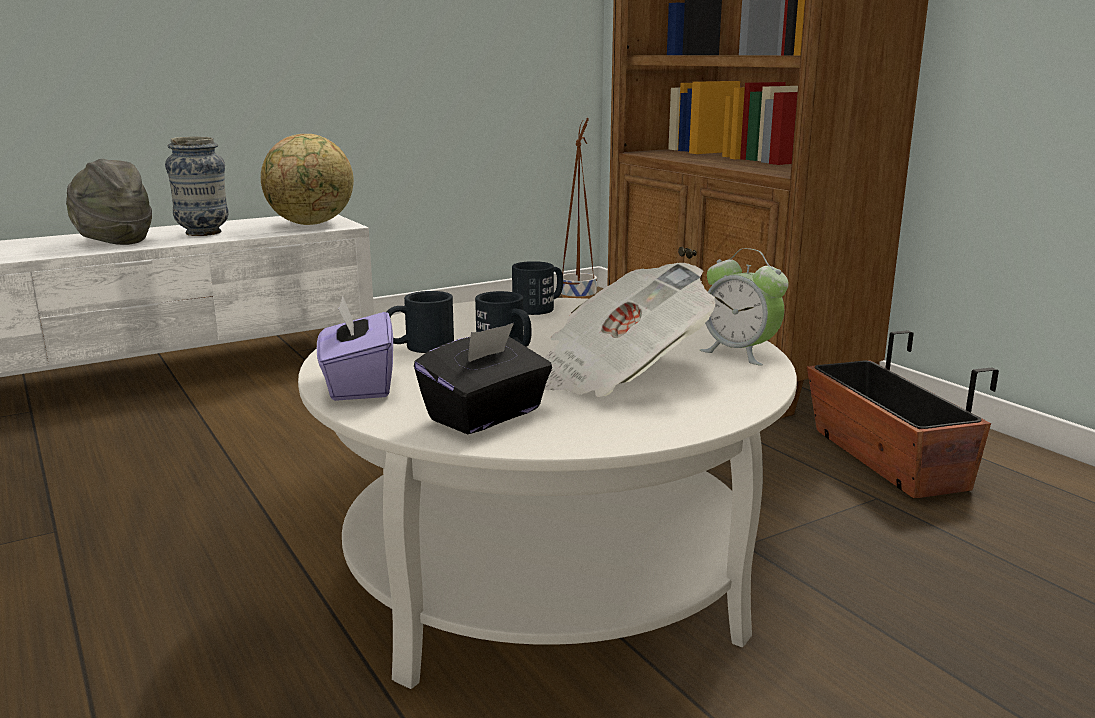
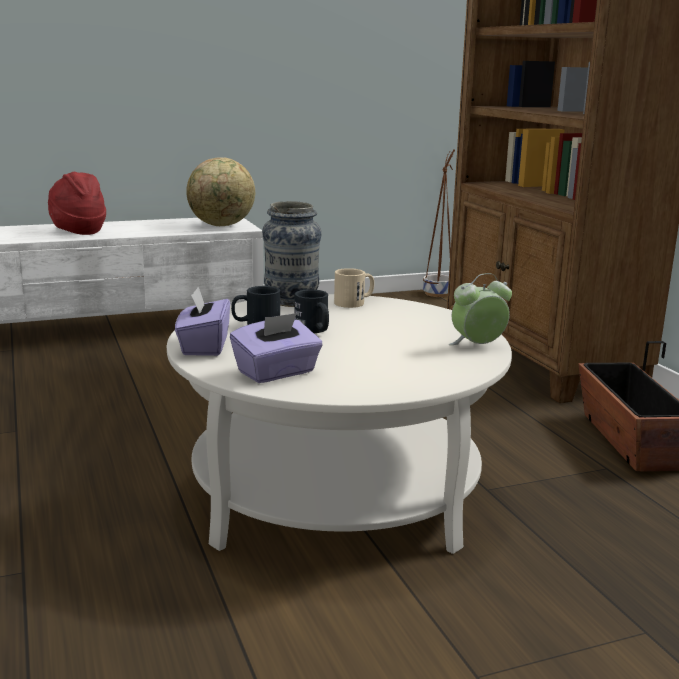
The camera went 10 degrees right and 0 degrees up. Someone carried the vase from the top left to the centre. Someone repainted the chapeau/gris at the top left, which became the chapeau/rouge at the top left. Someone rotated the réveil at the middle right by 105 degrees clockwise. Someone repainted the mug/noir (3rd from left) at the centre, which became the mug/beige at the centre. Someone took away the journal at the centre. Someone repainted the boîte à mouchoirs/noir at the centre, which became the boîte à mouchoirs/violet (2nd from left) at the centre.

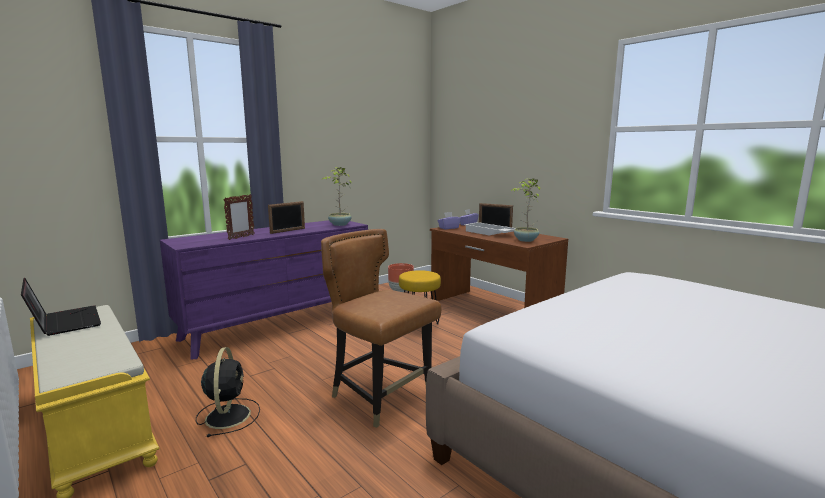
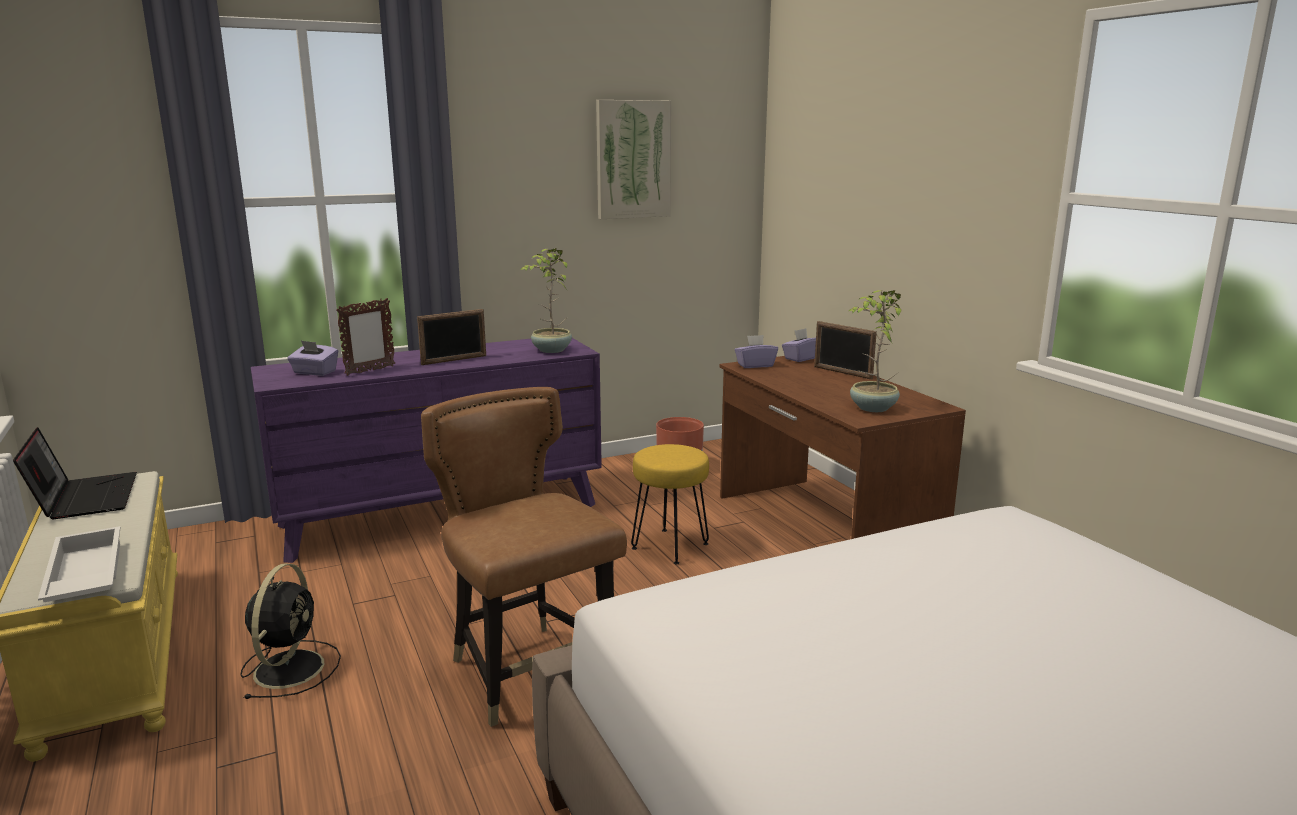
The camera went 15 degrees right and 5 degrees up. Someone carried the plateau/blanc from the centre to the bottom left. Someone put up the tableau at the top centre. Someone put down the boîte à mouchoirs/violet (1st from left) at the middle left.

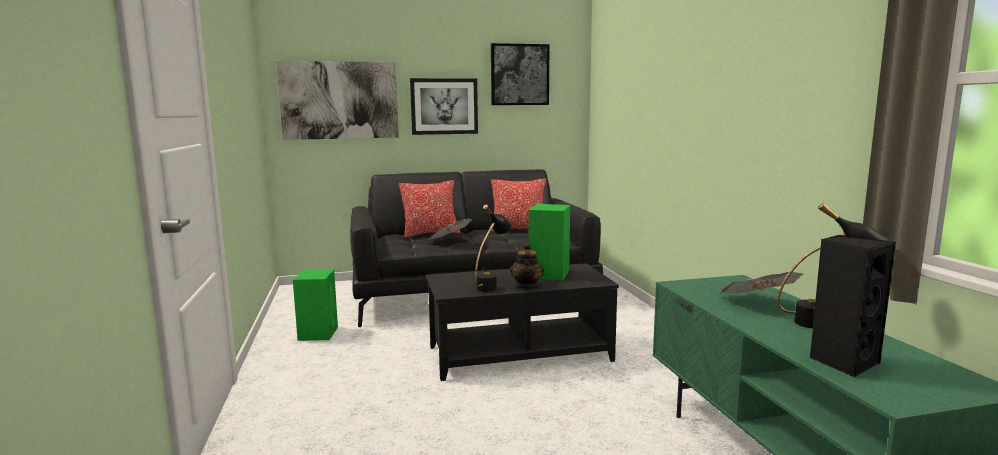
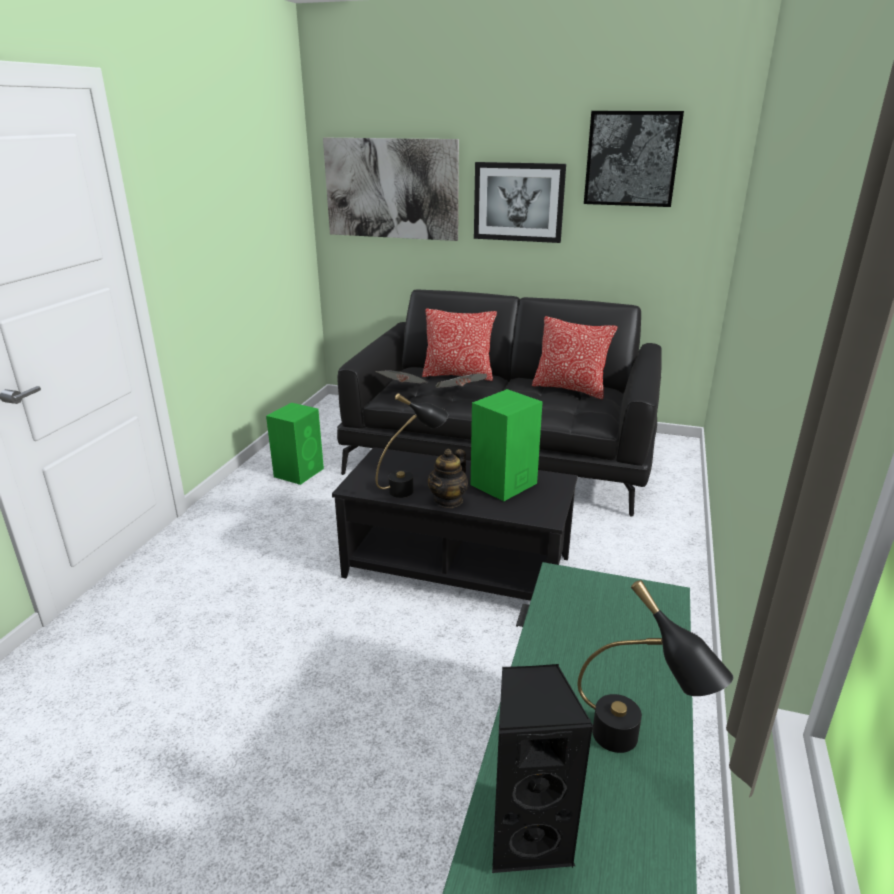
The camera went 30 degrees right and 15 degrees up. Someone carried the journal (2nd from left in the first image) from the middle right to the centre.

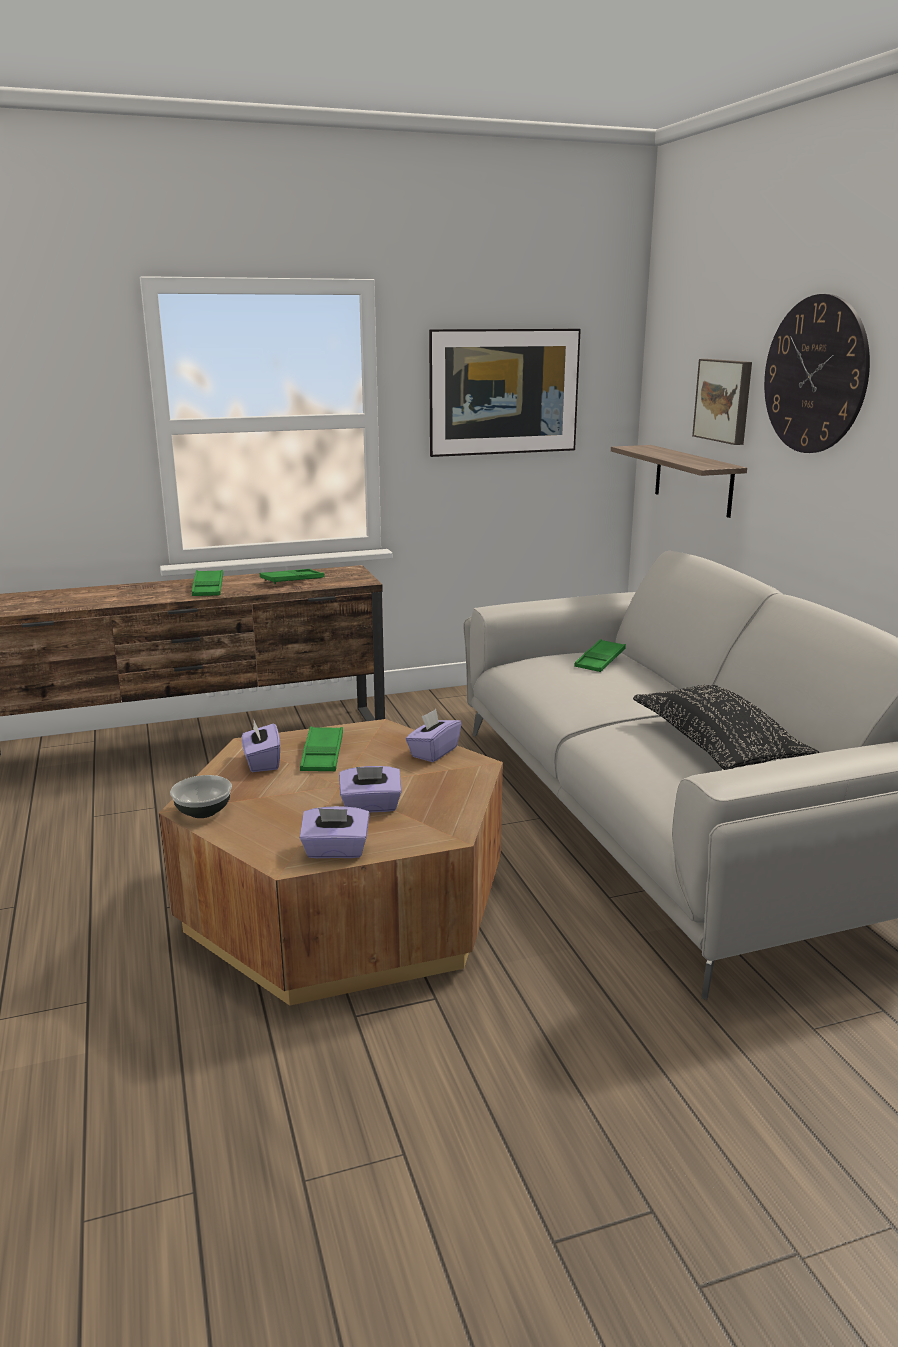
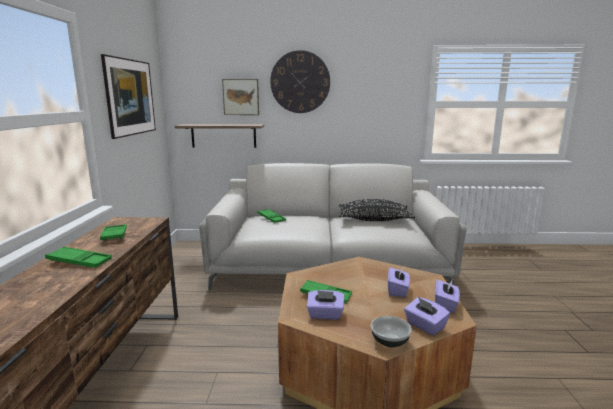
The camera went 70 degrees left and 5 degrees down. Someone carried the boîte à mouchoirs/violet (4th from left in the first image) from the centre to the bottom right.

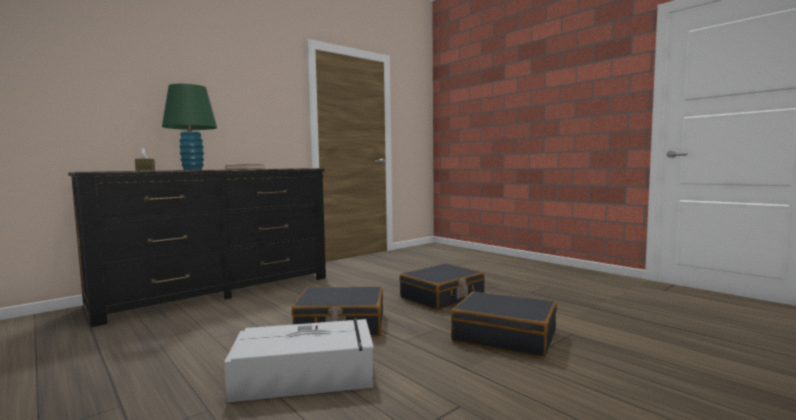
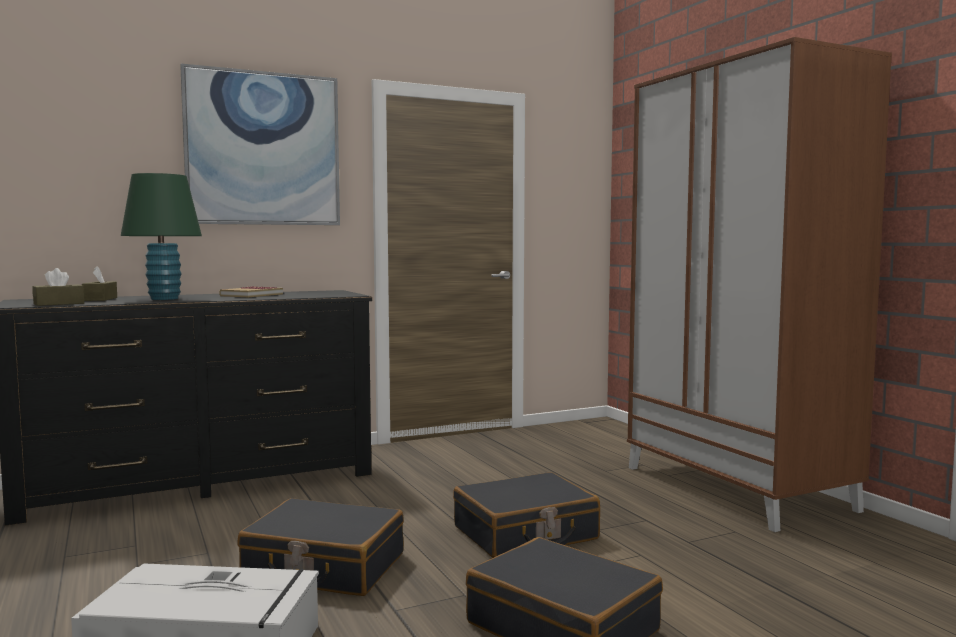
The camera went 15 degrees right and 0 degrees up. Someone put down the armoire/marron at the middle right. Someone put up the tableau at the top left. Someone put down the boîte à mouchoirs/marron (1st from left) at the middle left.

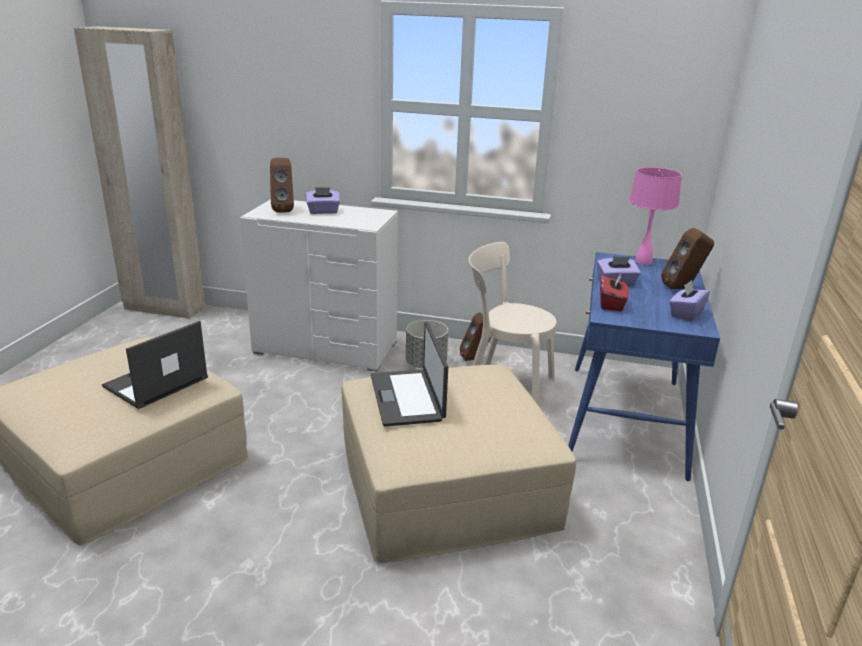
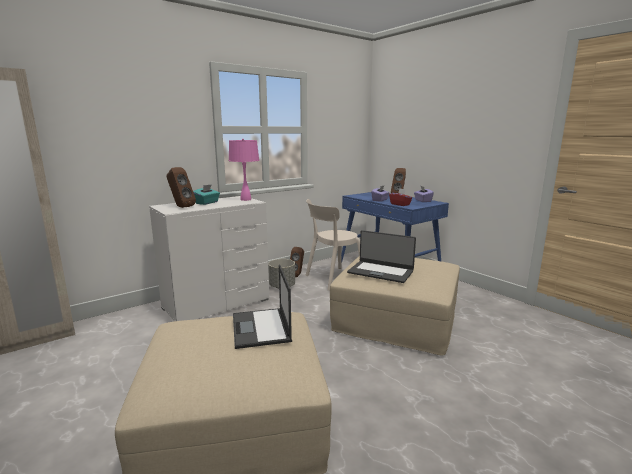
The camera went 50 degrees left and 10 degrees down. Someone carried the lampe de table/rose from the middle right to the centre. Someone repainted the boîte à mouchoirs/violet (1st from left) at the top centre, which became the boîte à mouchoirs/turquoise at the middle left.

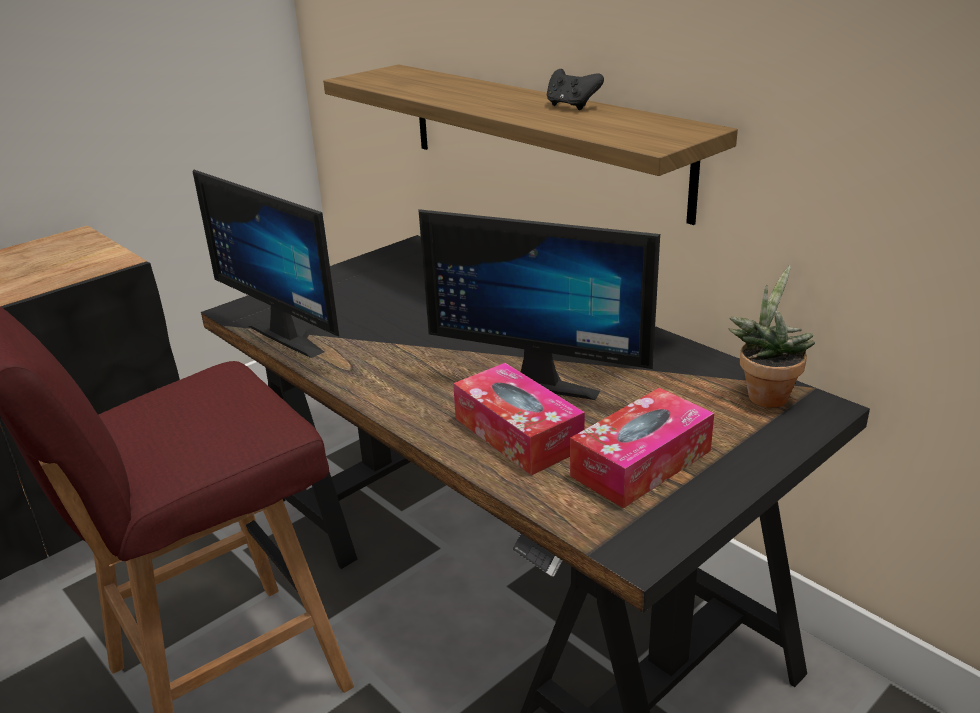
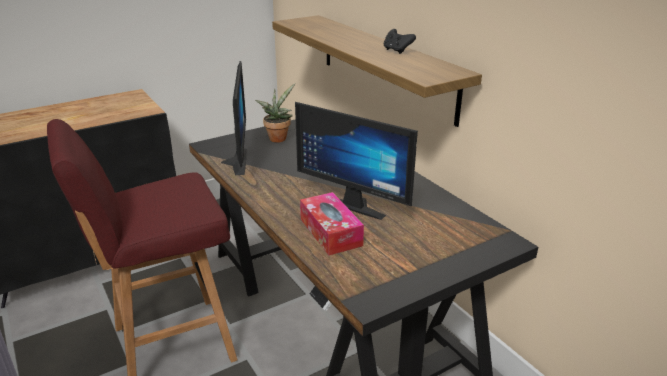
The camera went 10 degrees right and 0 degrees up. Someone rotated the écran d'ordinateur (1st from left) at the middle left by 150 degrees counterclockwise. Someone carried the plante en pot from the middle right to the top centre. Someone took away the boîte à mouchoirs (2nd from left) at the centre.

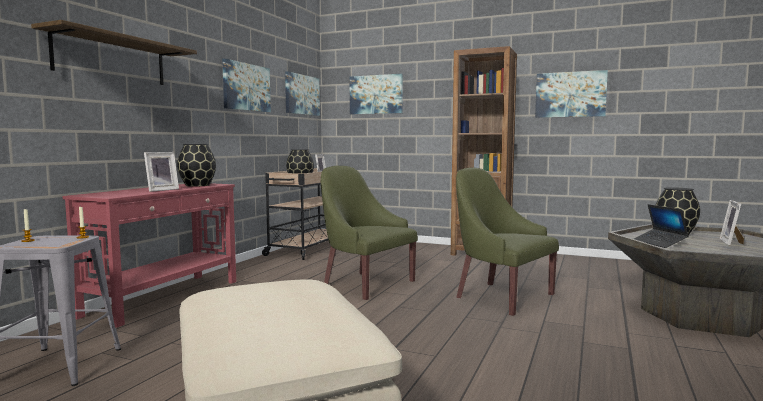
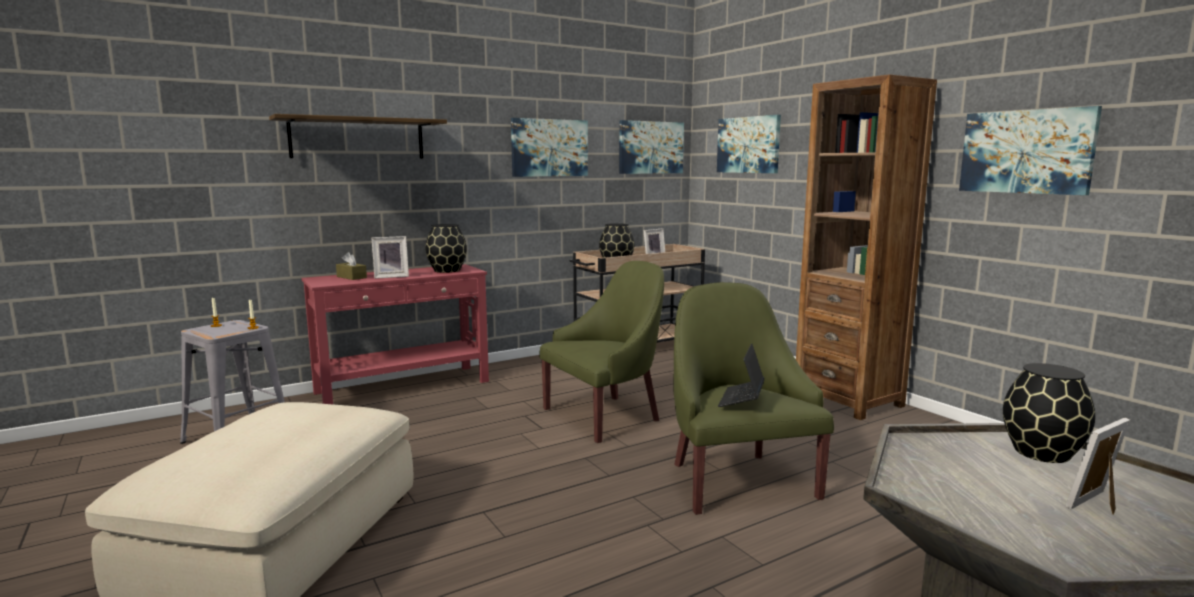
The camera went 35 degrees right and 5 degrees up. Someone rotated the fauteuil/vert (1st from left) at the centre by 75 degrees clockwise. Someone carried the ordinateur portable from the middle right to the centre. Someone put down the boîte à mouchoirs/marron at the middle left.

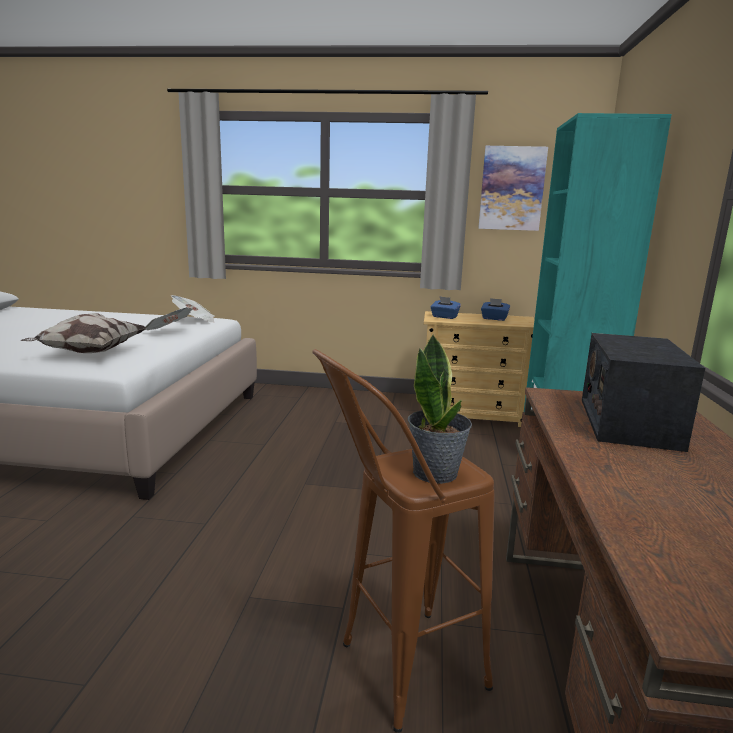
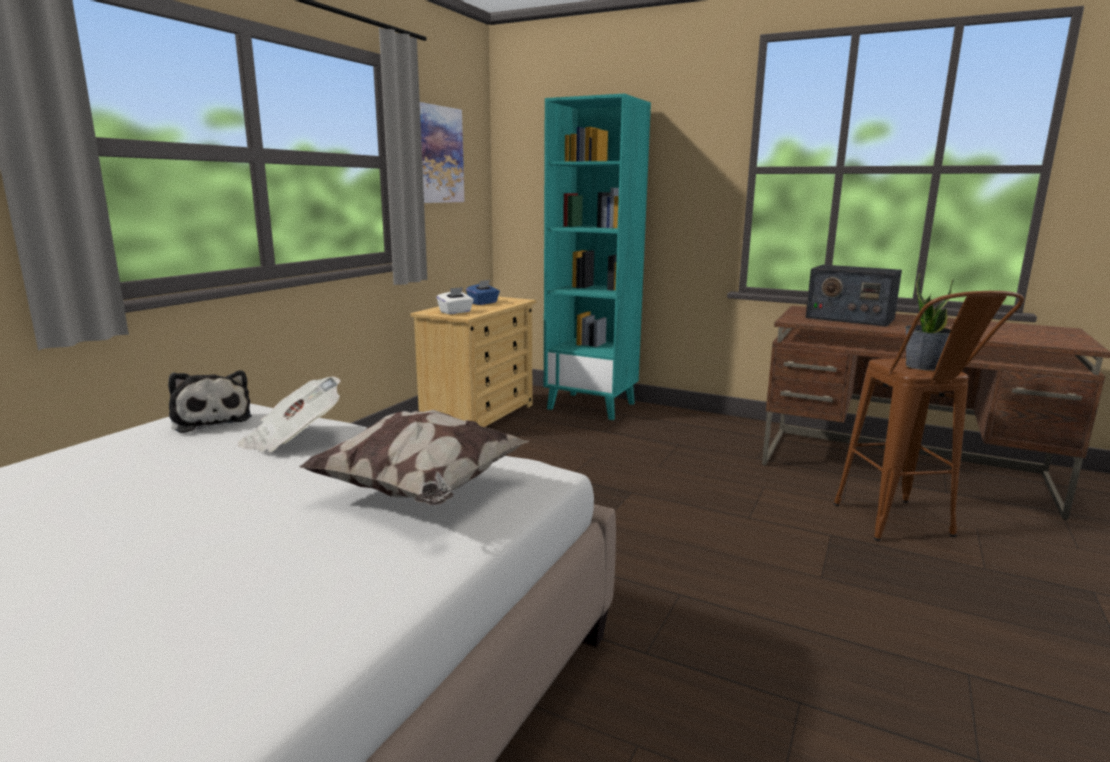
The camera went 70 degrees left and 0 degrees up. Someone swapped the journal (2nd from left) at the middle left for the peluche at the middle left. Someone repainted the boîte à mouchoirs/bleu (1st from left) at the centre, which became the boîte à mouchoirs/blanc at the centre.

